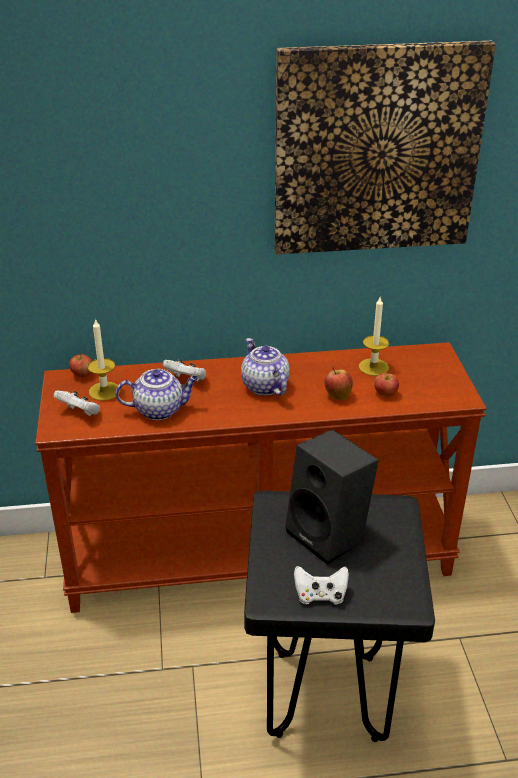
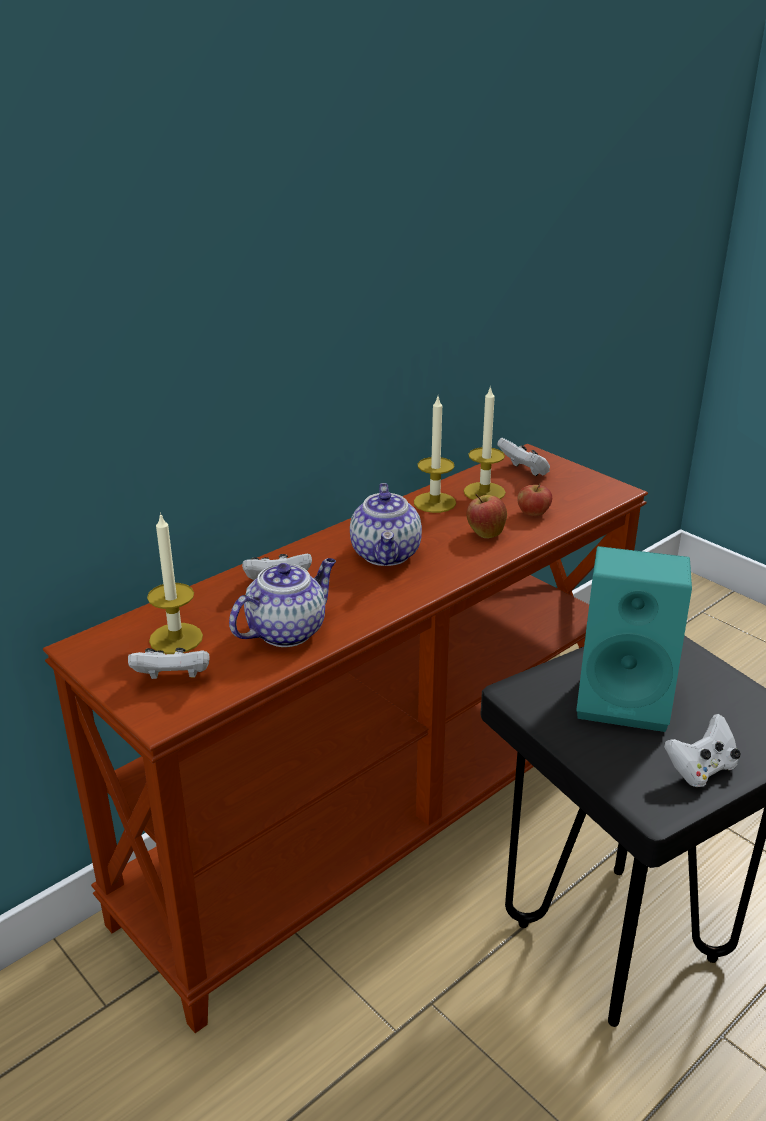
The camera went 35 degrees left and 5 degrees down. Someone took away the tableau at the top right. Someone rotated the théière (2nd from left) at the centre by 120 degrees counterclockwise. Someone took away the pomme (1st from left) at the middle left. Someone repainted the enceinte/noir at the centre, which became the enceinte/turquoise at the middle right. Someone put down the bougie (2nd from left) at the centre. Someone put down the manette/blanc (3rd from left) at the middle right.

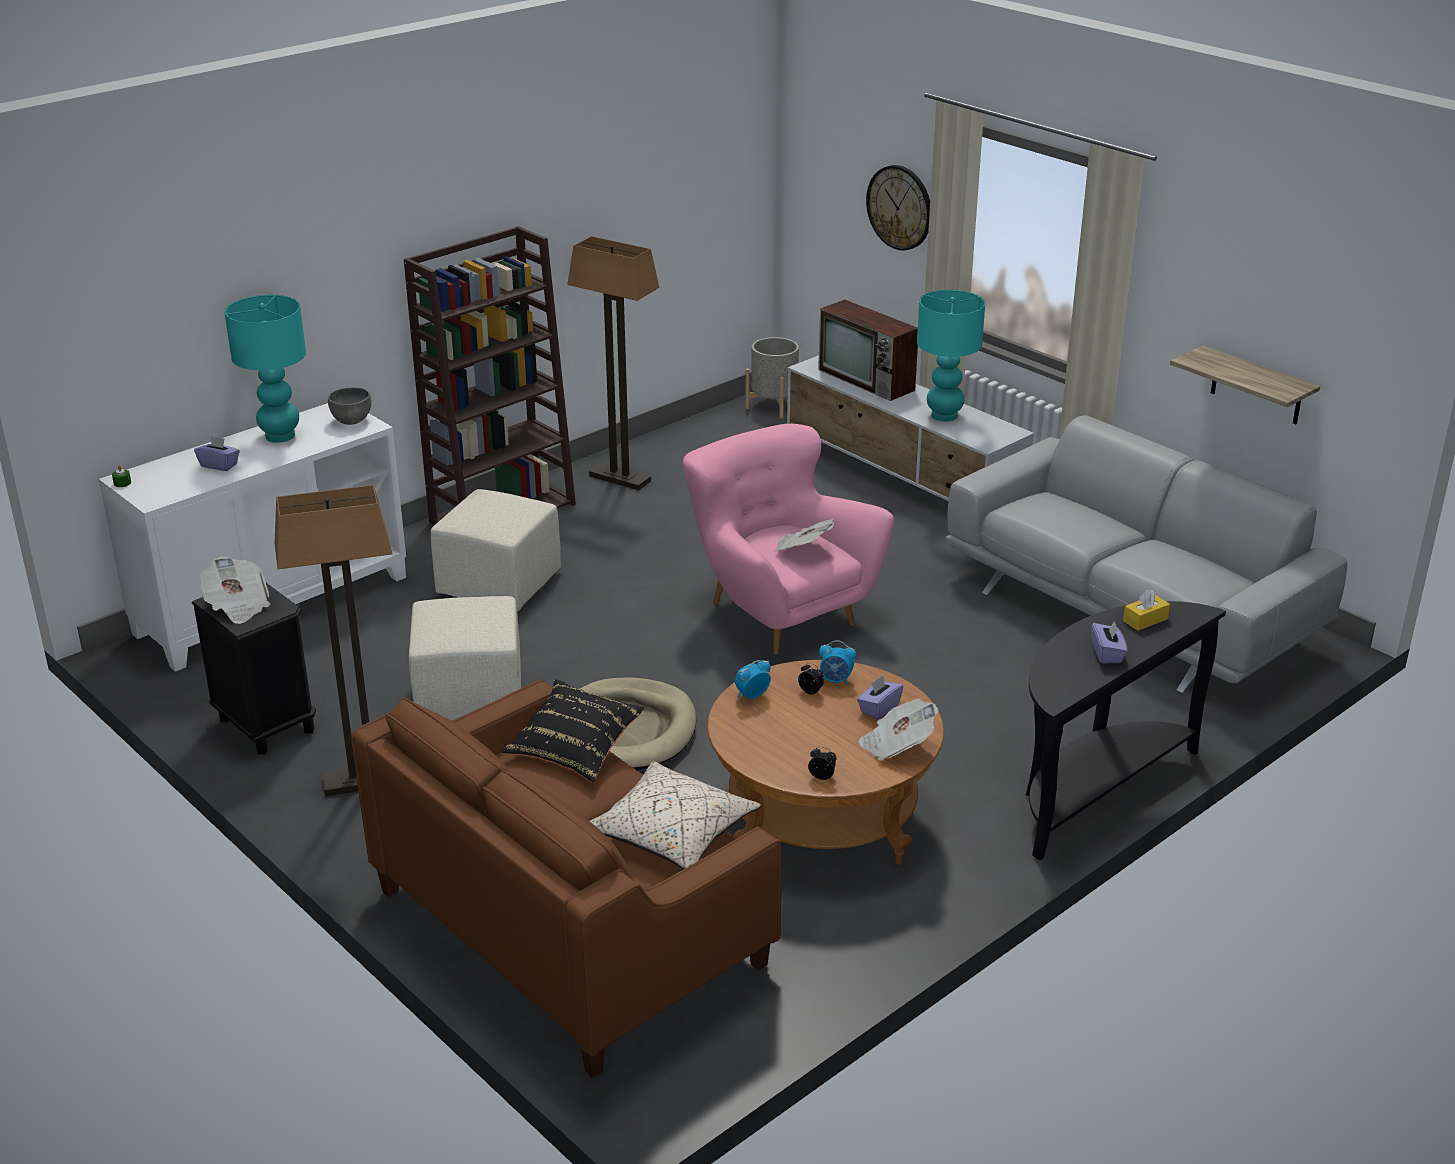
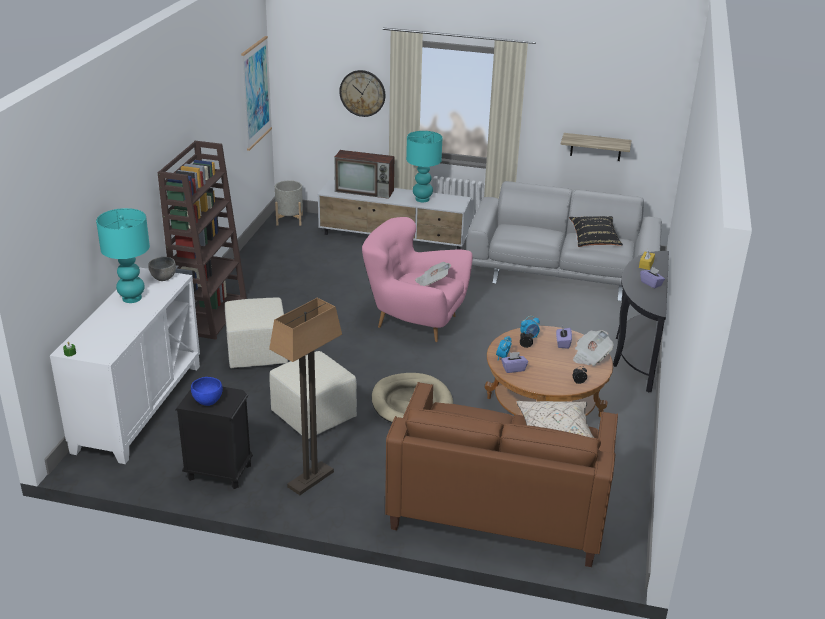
The camera went 35 degrees left and 0 degrees up. Someone took away the lampadaire (2nd from left) at the top centre. Someone carried the boîte à mouchoirs/violet (1st from left) from the middle left to the centre. Someone swapped the journal (1st from left) at the middle left for the bol/bleu at the middle left. Someone carried the coussin/noir from the centre to the middle right. Someone put up the tableau at the top left.

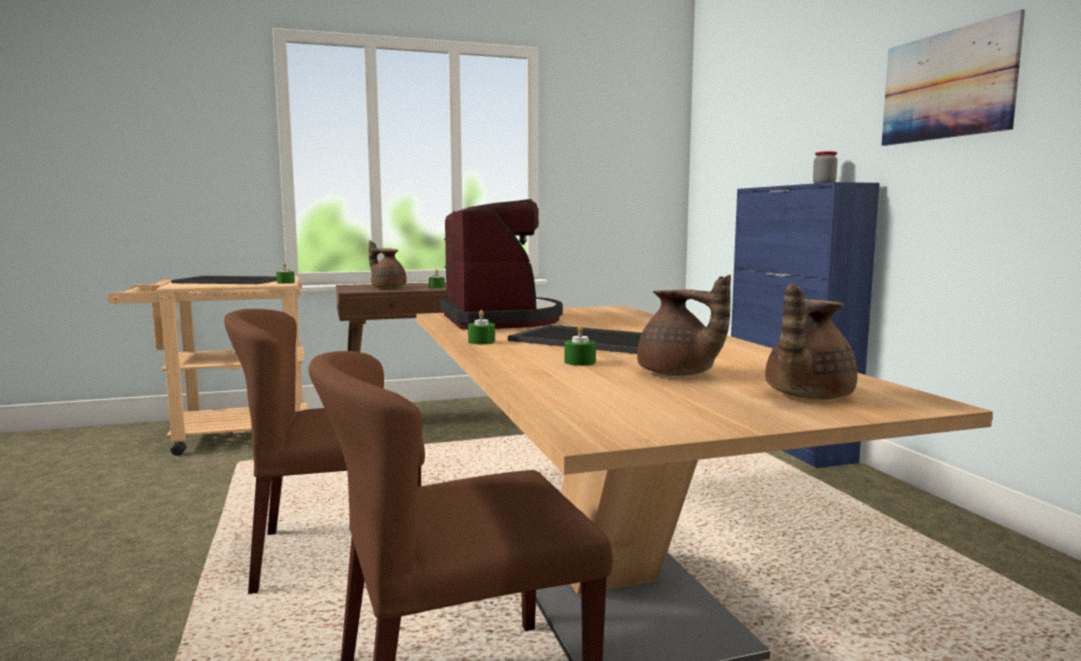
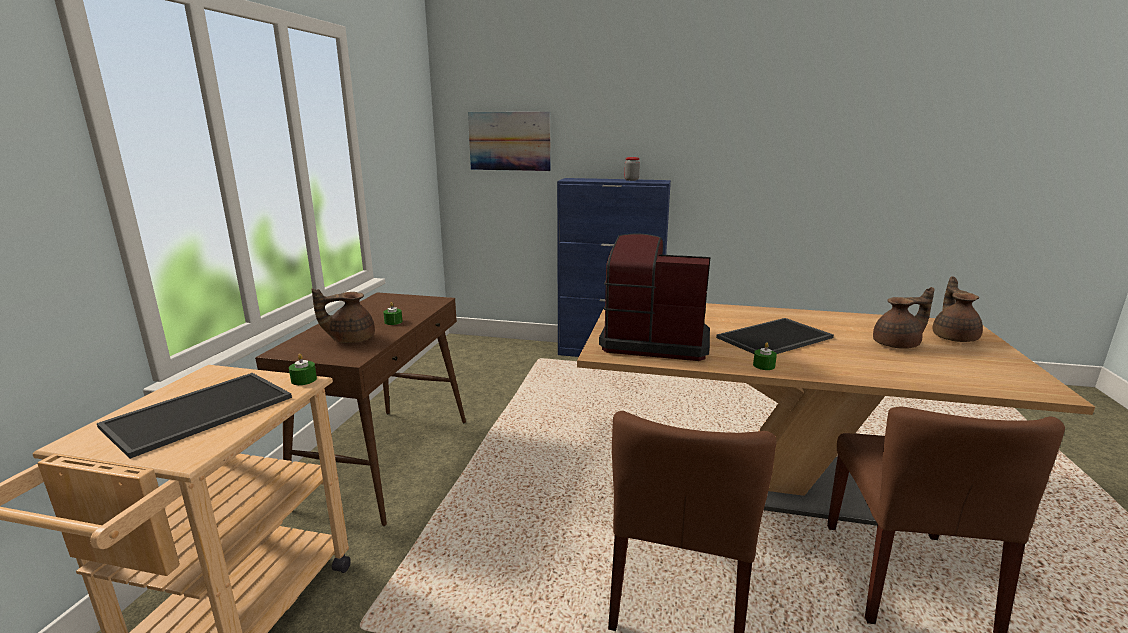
The camera went 60 degrees left and 10 degrees up. Someone carried the tableau from the top right to the top centre. Someone rotated the théière/marron (3rd from left) at the middle right by 150 degrees counterclockwise. Someone took away the bougie/vert (4th from left) at the centre.

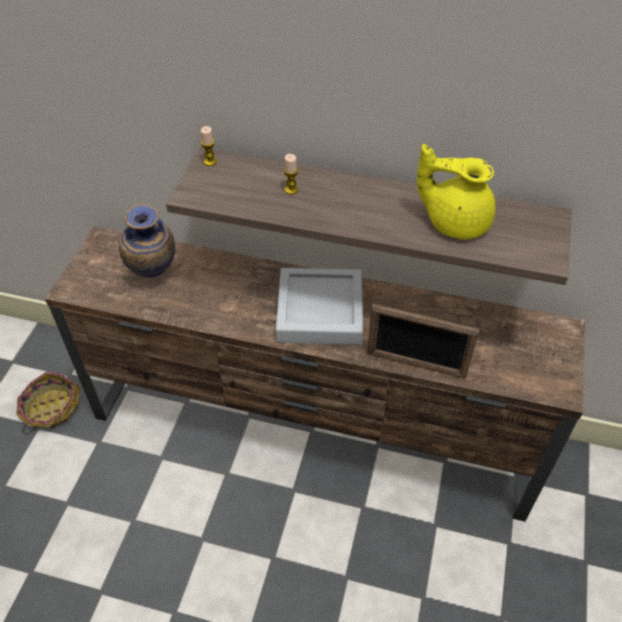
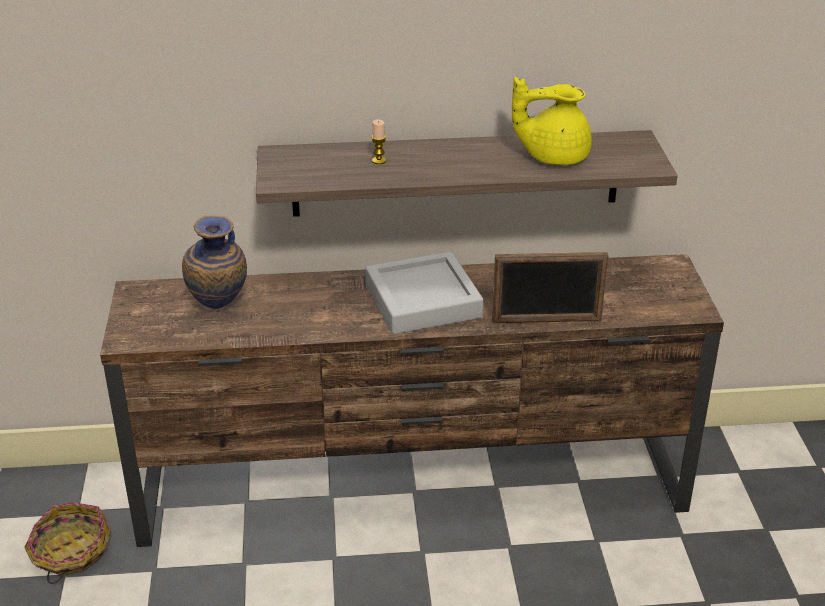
The camera went 20 degrees left and 15 degrees down. Someone took away the bougie (1st from left) at the top centre.

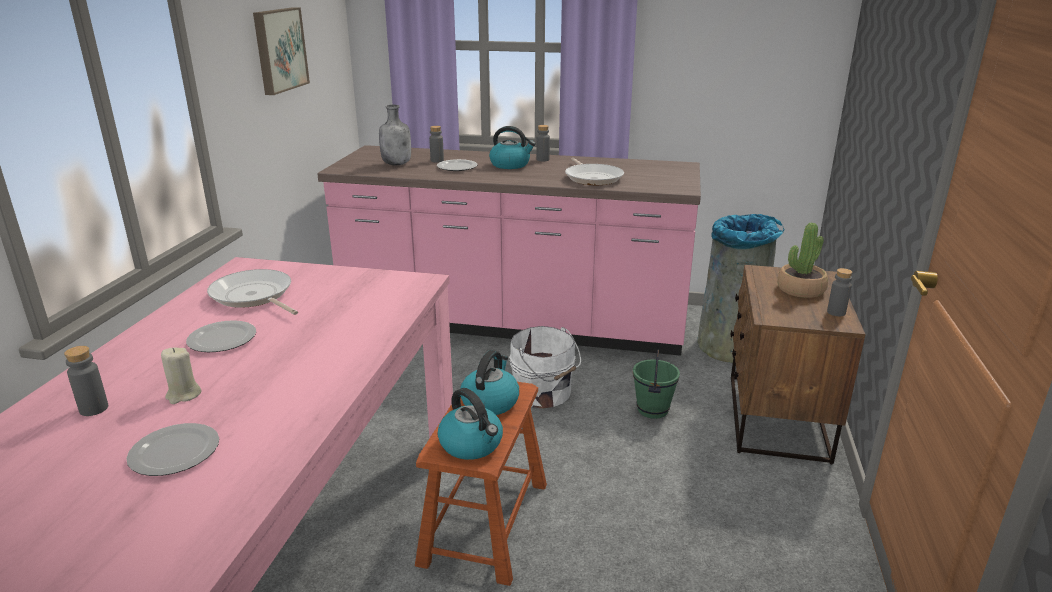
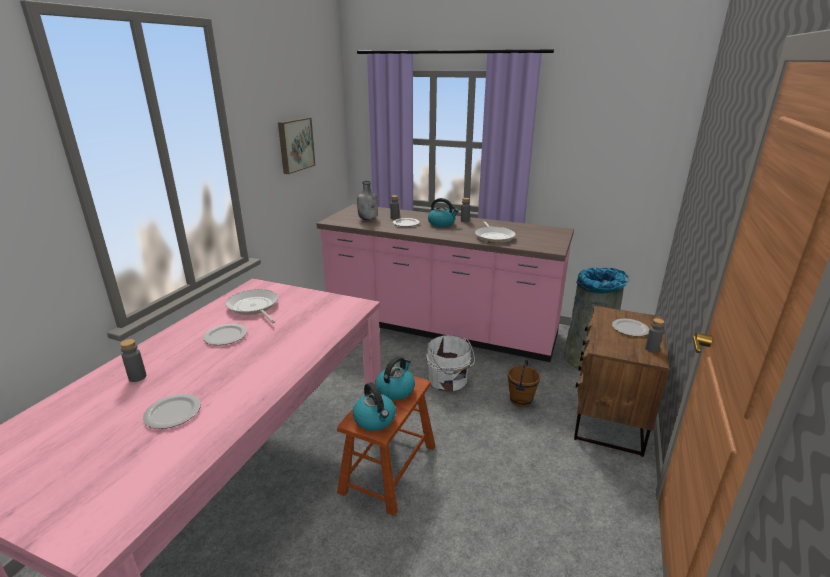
The camera went 10 degrees right and 0 degrees up. Someone swapped the plante en pot at the middle right for the assiette (4th from left) at the middle right. Someone took away the bougie/beige at the middle left. Someone repainted the seau/vert at the centre, which became the seau/marron at the centre.

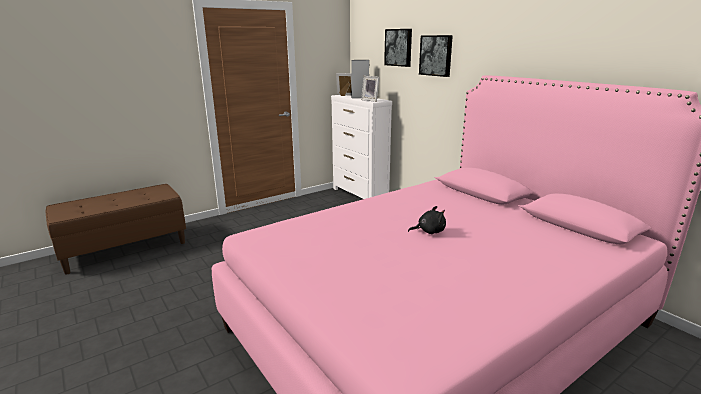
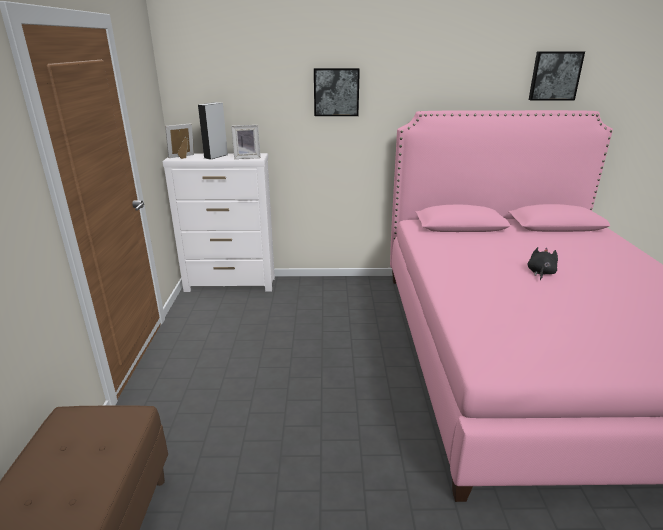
The camera went 55 degrees left and 5 degrees up. Someone carried the tableau (1st from left in the first image) from the top centre to the top right.

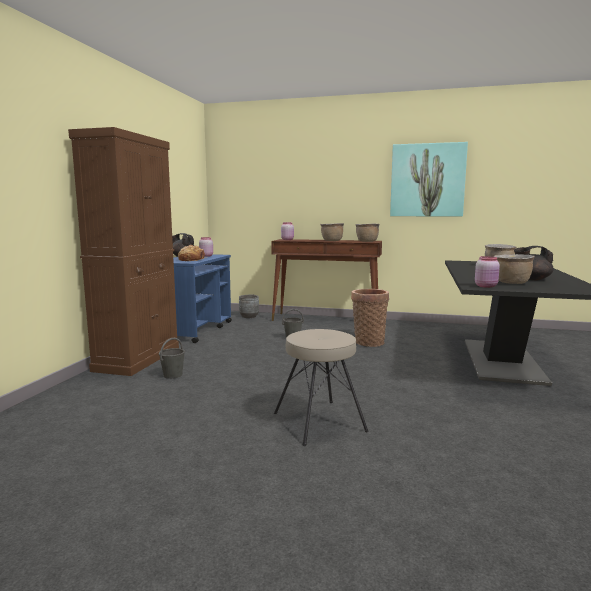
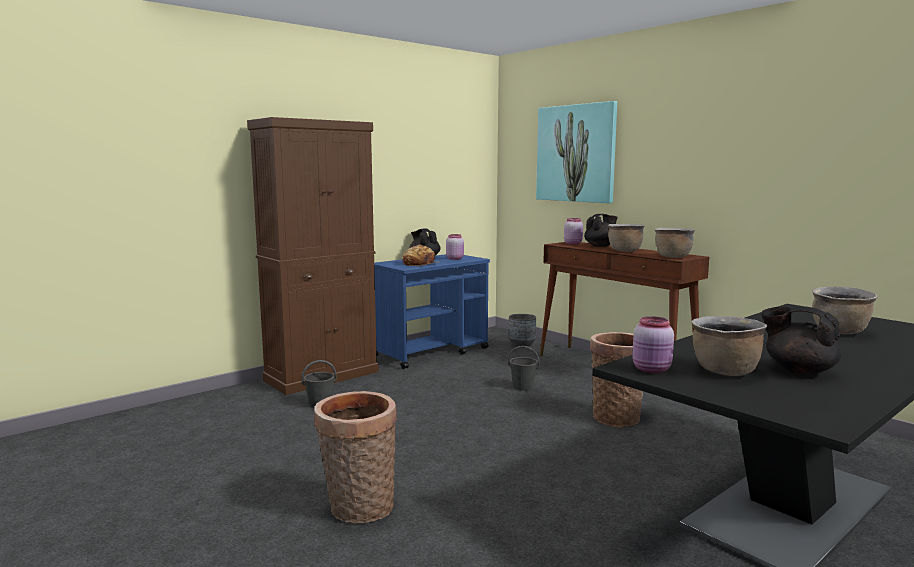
The camera went 35 degrees right and 0 degrees up. Someone carried the tableau from the top right to the top centre. Someone swapped the tabouret/beige at the centre for the panier (1st from left) at the bottom centre. Someone put down the théière/noir (2nd from left) at the centre.

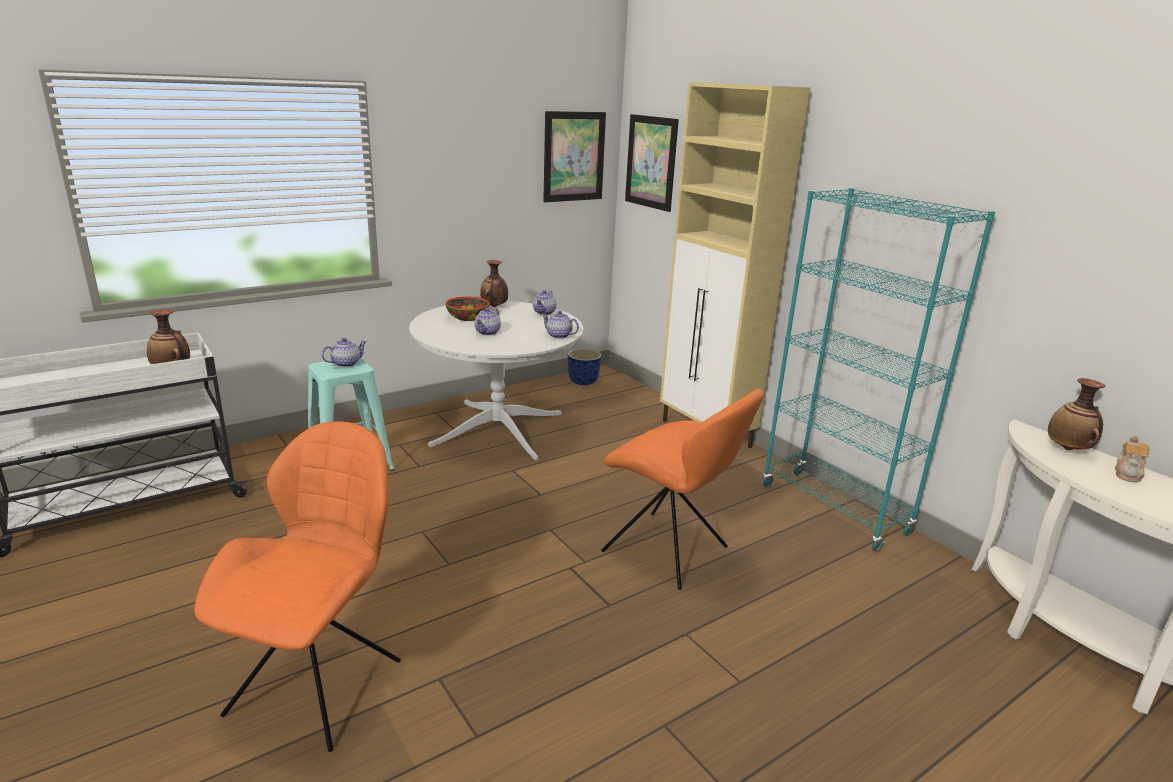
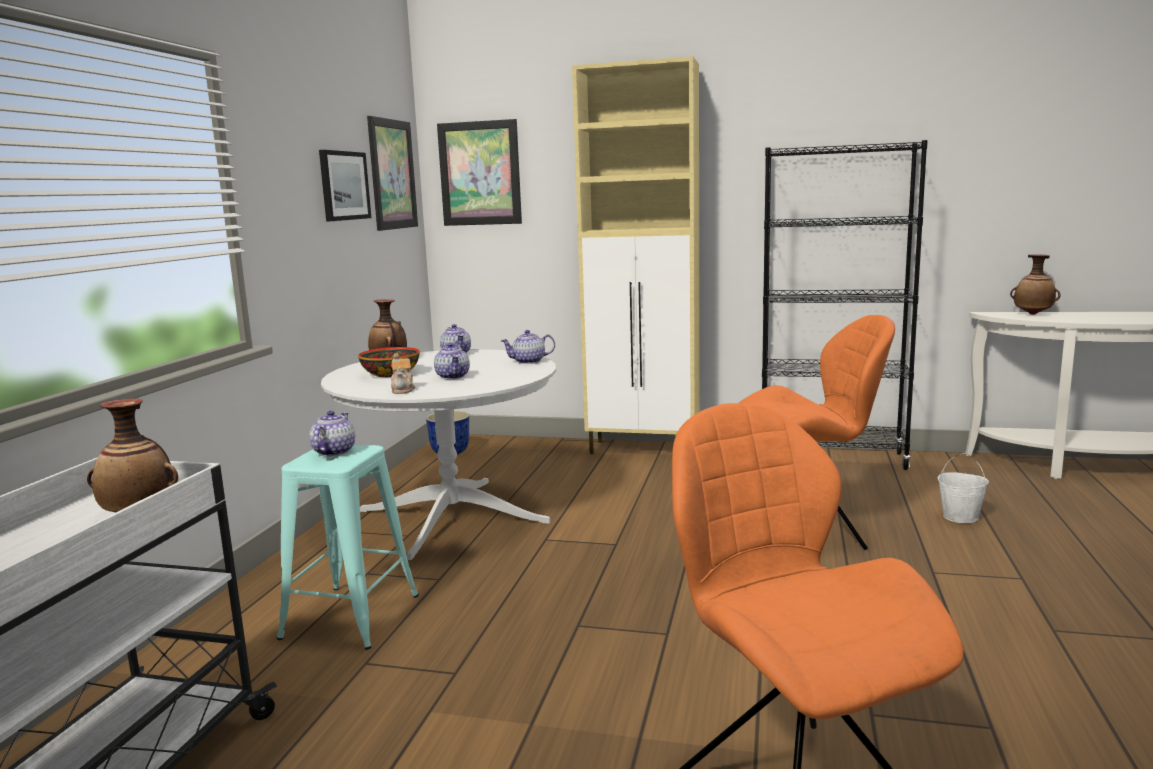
The camera went 40 degrees left and 10 degrees down. Someone repainted the bibliothèque/turquoise at the middle right, which became the bibliothèque/noir at the middle right. Someone carried the théière (5th from left in the first image) from the middle right to the centre. Someone put up the tableau (1st from left) at the top left. Someone put down the seau/blanc at the middle right.

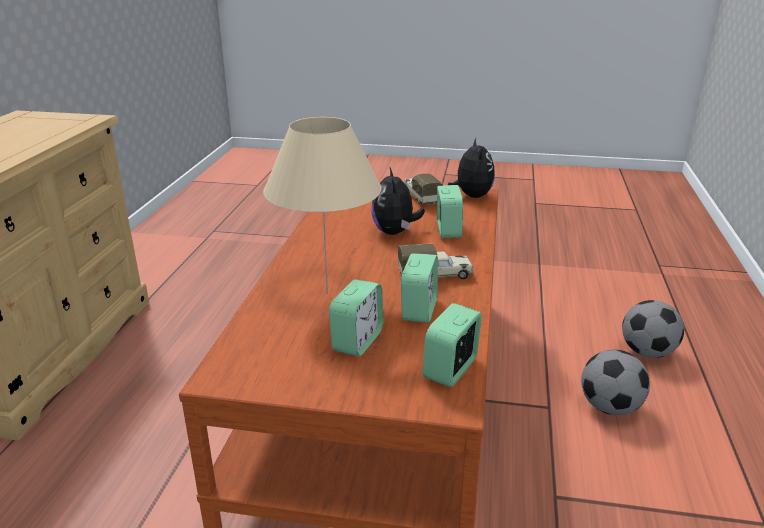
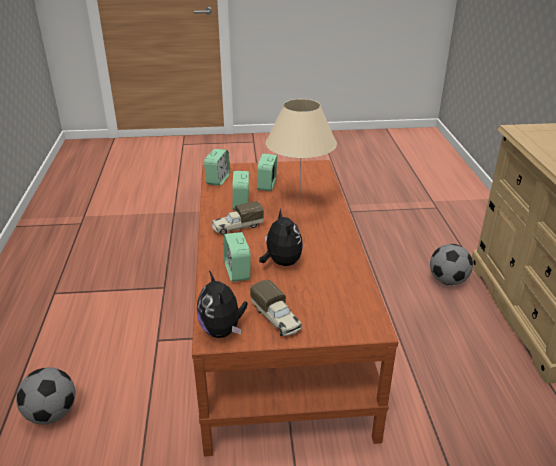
The camera went 165 degrees right and 5 degrees up. Someone carried the ballon de foot (1st from left in the first image) from the bottom right to the middle right.

